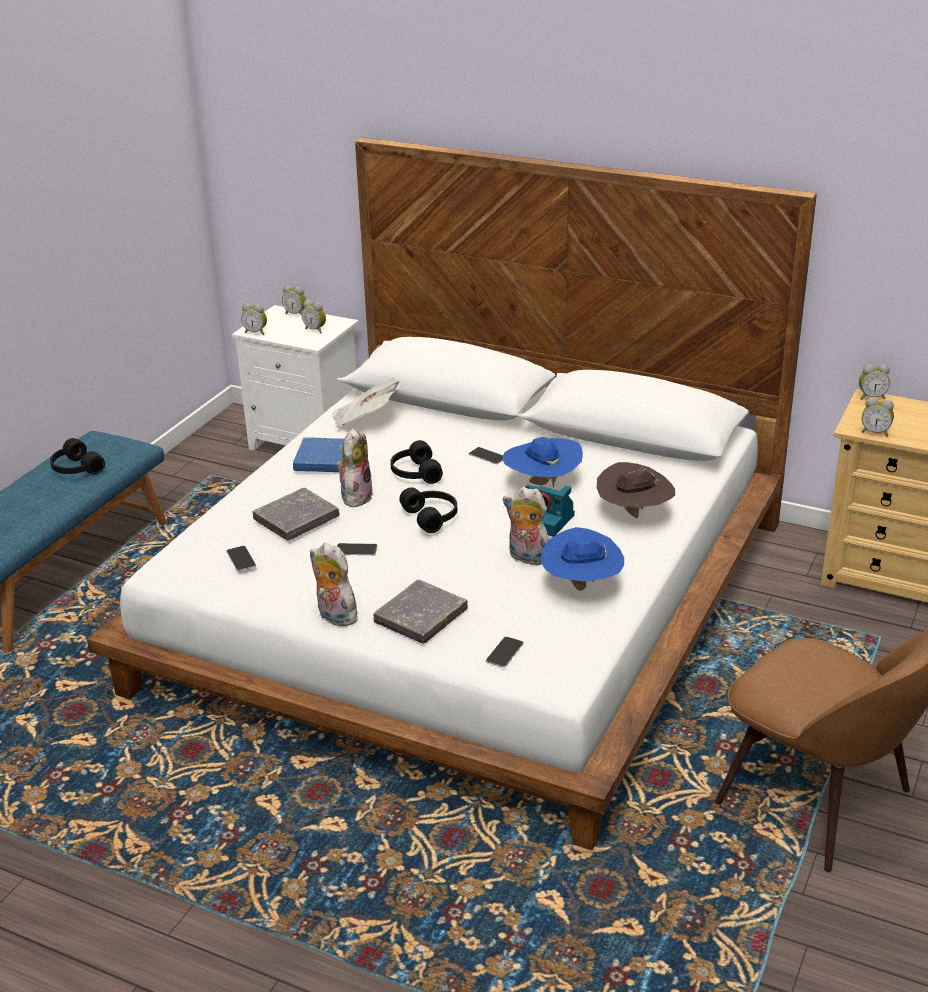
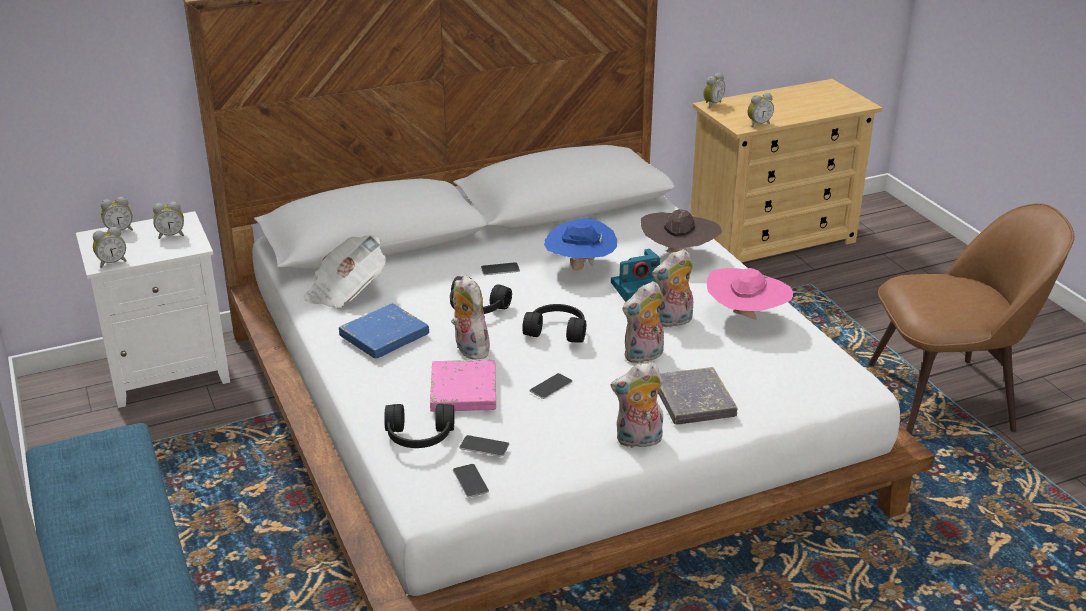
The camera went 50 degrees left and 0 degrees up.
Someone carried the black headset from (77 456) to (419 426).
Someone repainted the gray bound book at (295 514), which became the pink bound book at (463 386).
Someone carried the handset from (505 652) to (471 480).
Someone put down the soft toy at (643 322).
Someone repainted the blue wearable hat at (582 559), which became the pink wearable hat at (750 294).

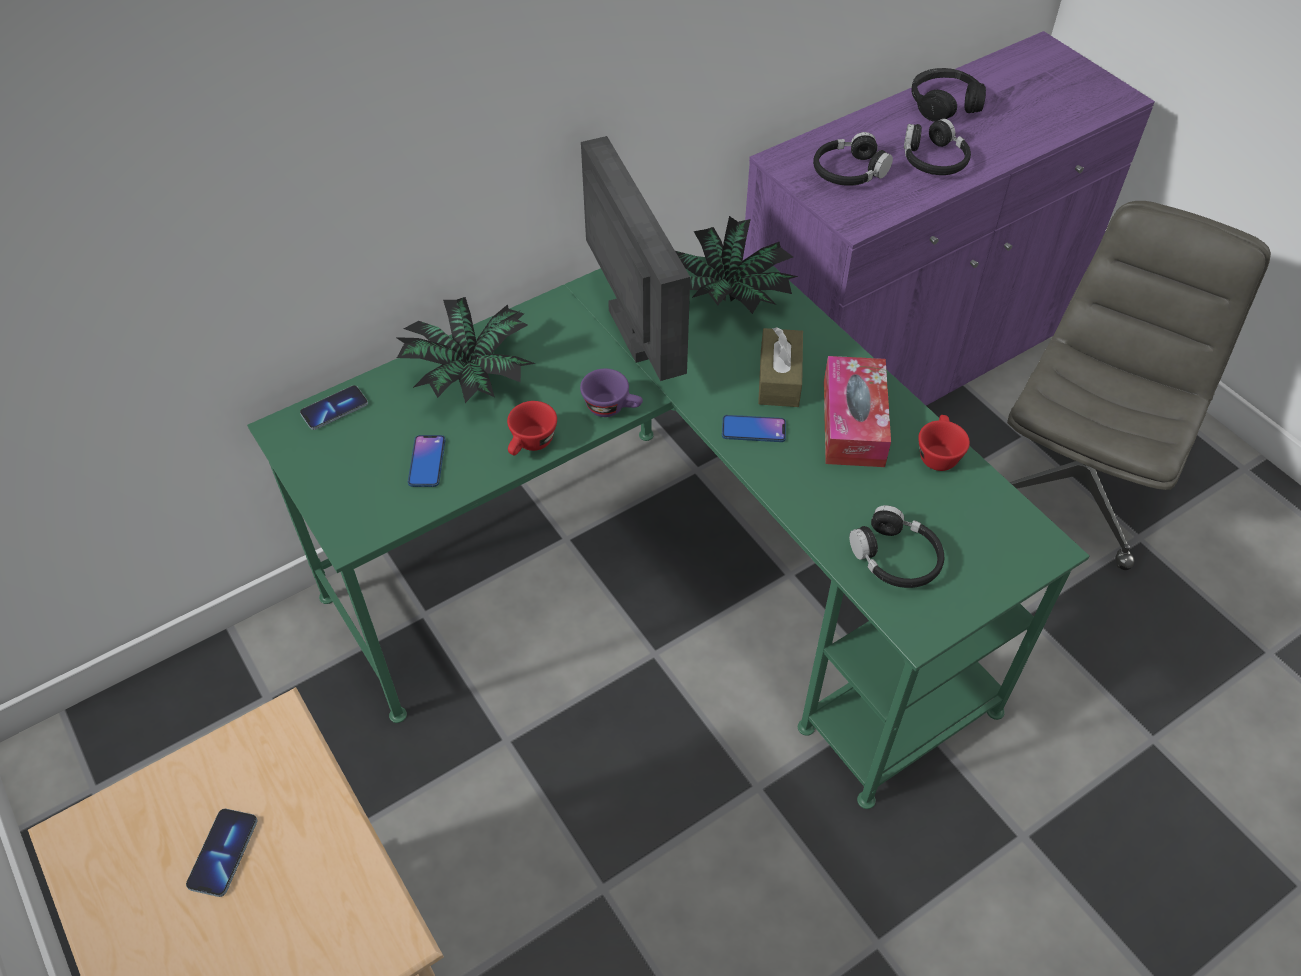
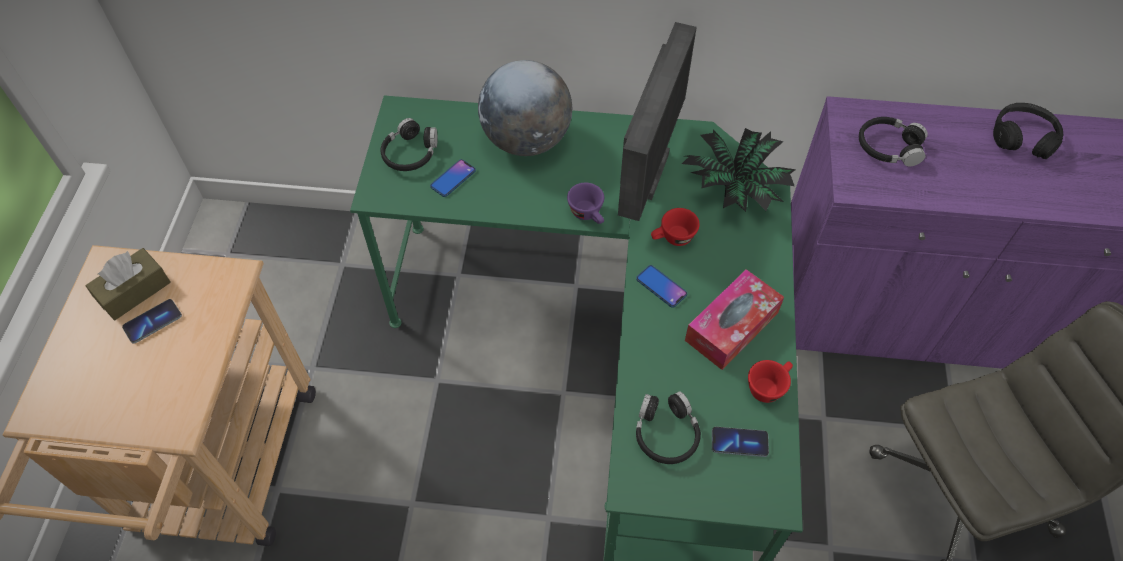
The camera went 40 degrees right and 5 degrees up.
Someone carried the brown box of tissues from (780 367) to (128 284).
Someone carried the black headset from (937 147) to (408 144).
Someone swapped the potted plant at (465 350) for the desk globe at (525 108).
Someone carried the red cup from (532 428) to (675 227).
Someone carried the handset from (334 407) to (740 442).

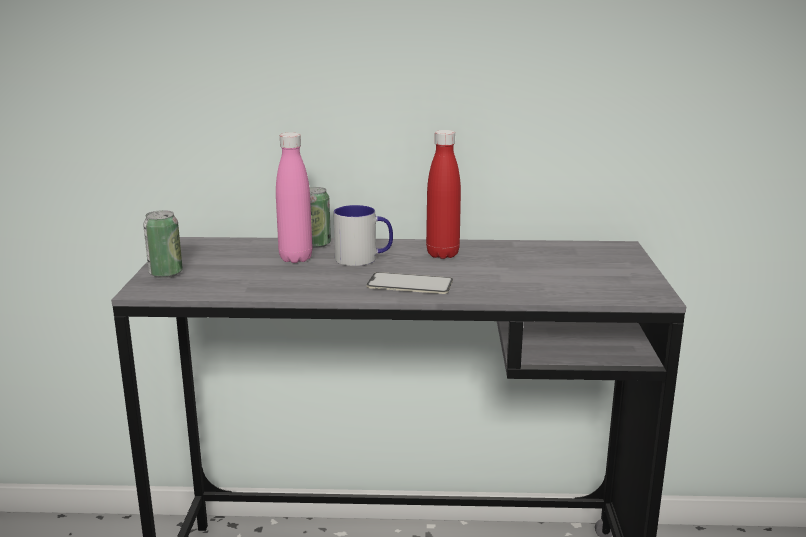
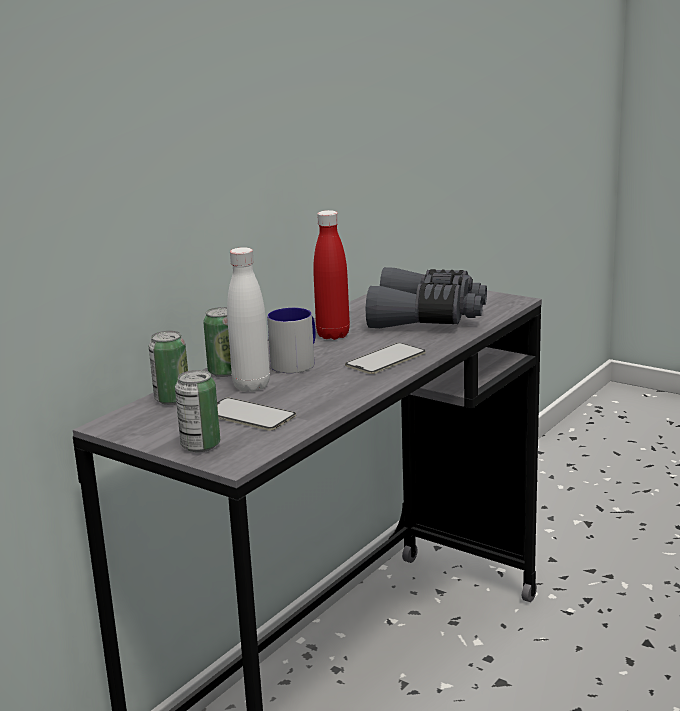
The camera went 55 degrees left and 0 degrees up.
Someone put down the can at (168 368).
Someone put down the handset at (256 414).
Someone repainted the pink drink bottle at (294 197), which became the white drink bottle at (248 319).
Someone put down the gray pair of binoculars at (426 297).

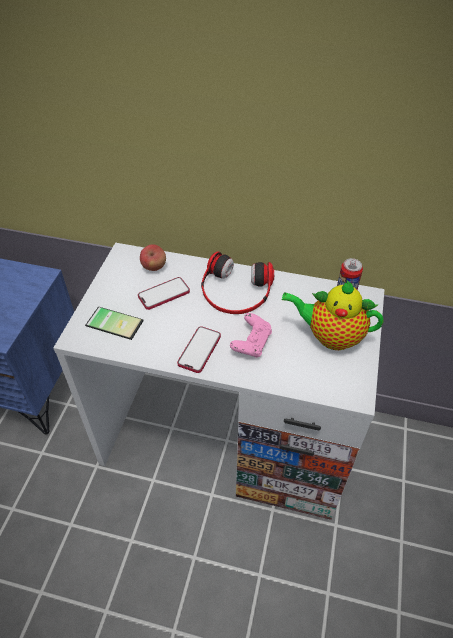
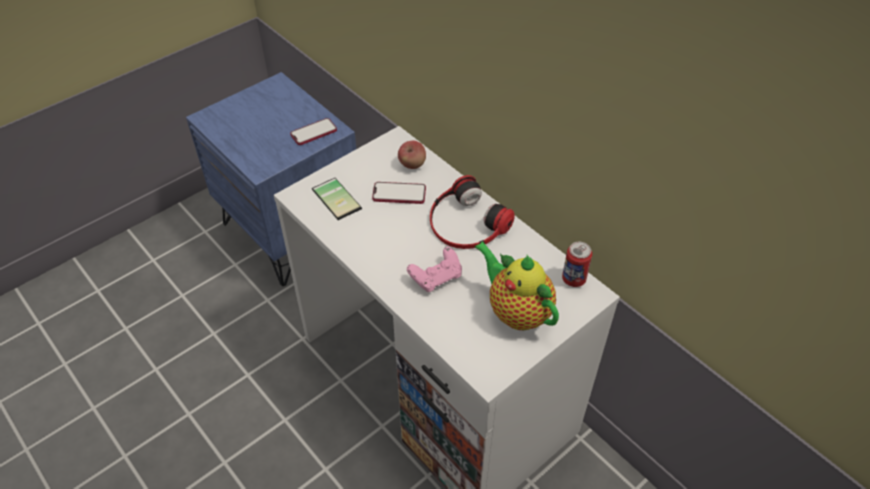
The camera went 35 degrees right and 0 degrees up.
Someone carried the handset from (199 349) to (313 131).

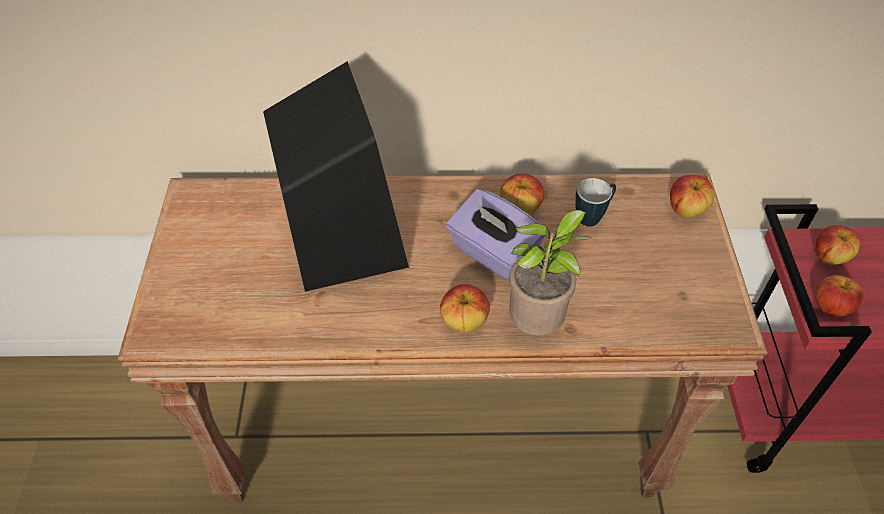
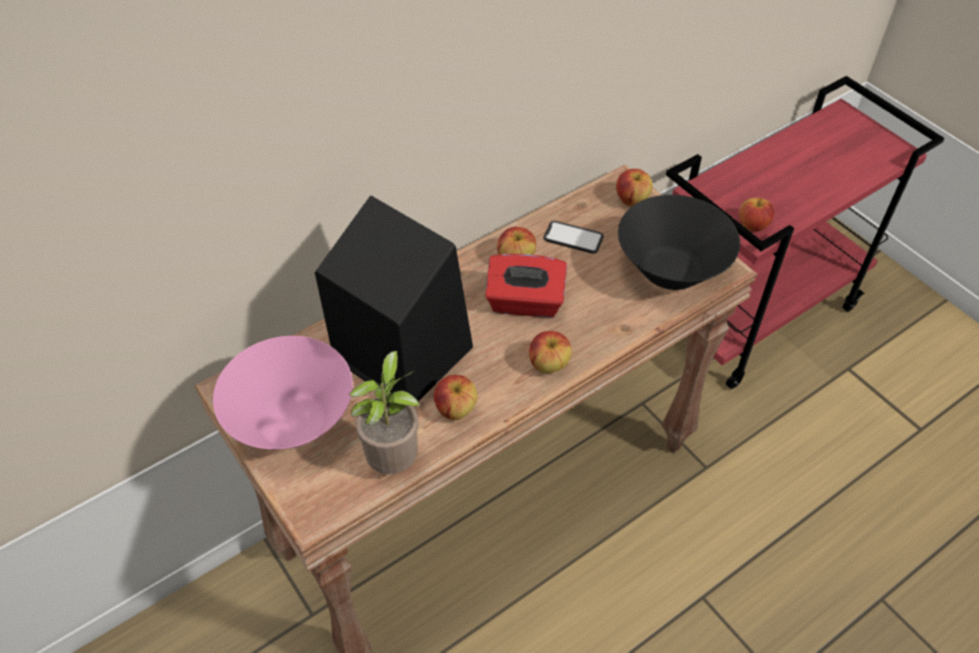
The camera went 35 degrees left and 0 degrees up.
Someone put down the pink deep dish at (283 393).
Someone carried the potted plant from (550 273) to (384 412).
Someone carried the whole apple from (838 245) to (455 397).
Someone repainted the purple-coloured box of tissues at (495 234), which became the red box of tissues at (526 285).
Someone swapped the mug at (595 202) for the handset at (573 237).
Someone put down the black deep dish at (679 242).

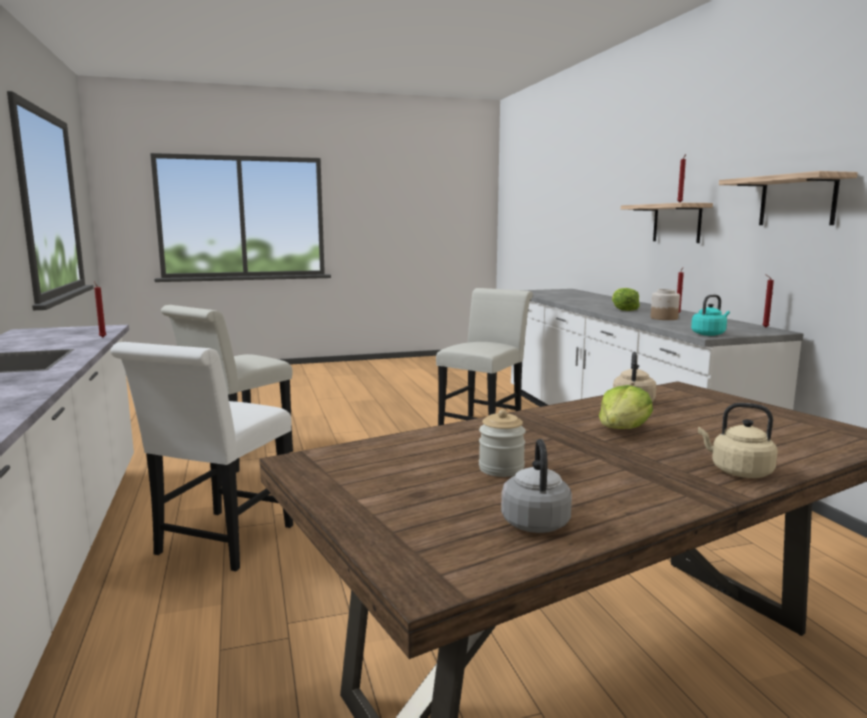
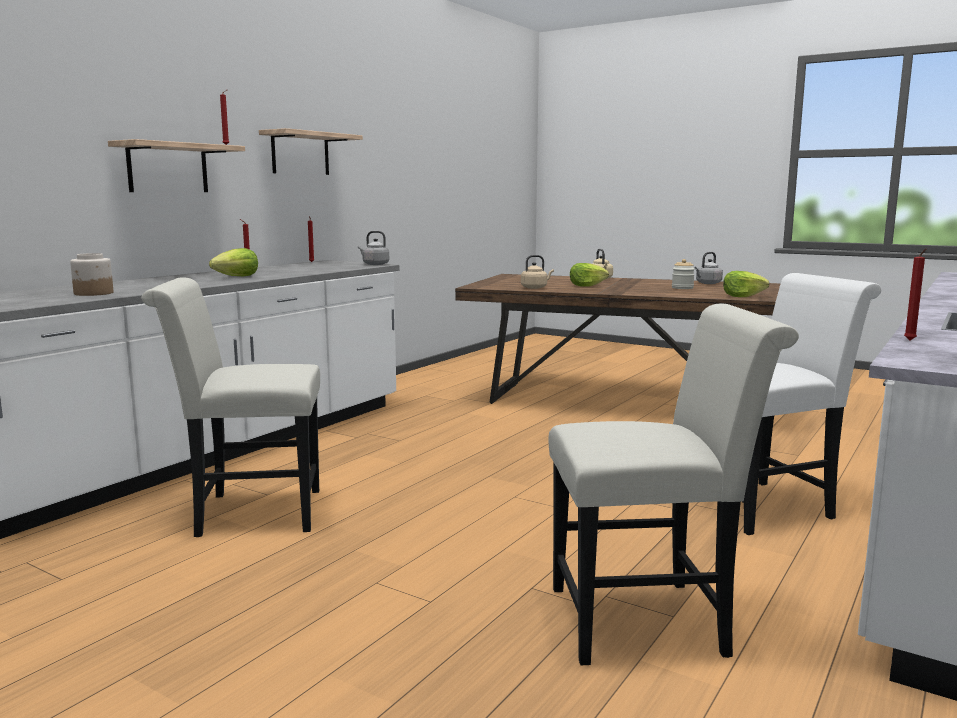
The camera went 130 degrees left and 0 degrees up.
Someone carried the jar from (665 304) to (91 274).
Someone repainted the blue-green kettle at (710 315), which became the gray kettle at (373 248).
Someone put down the head of lettuce at (746 284).

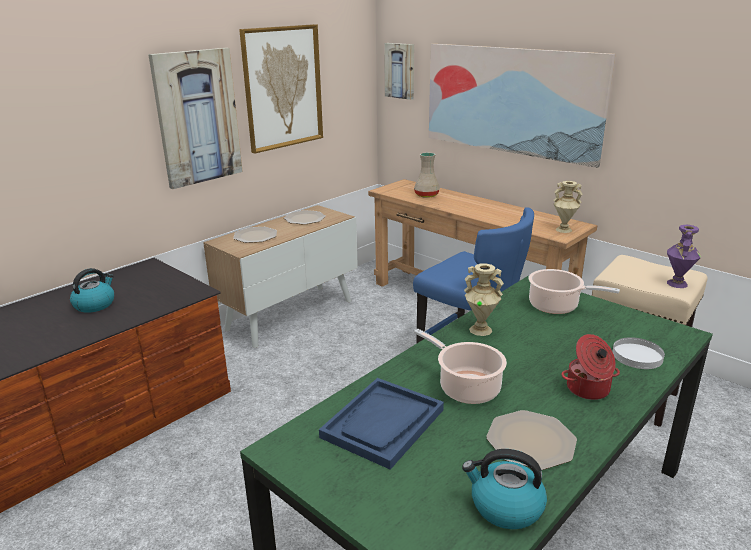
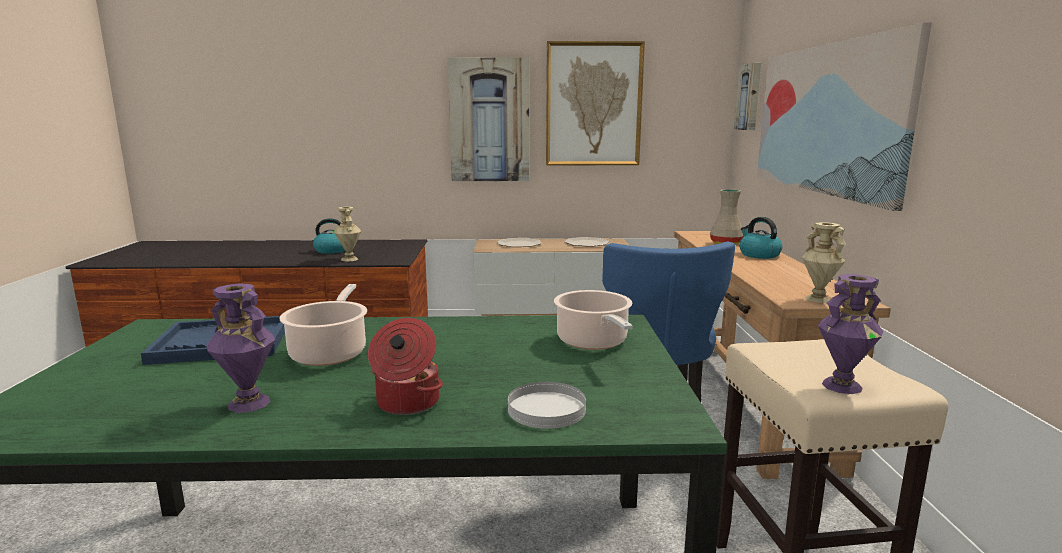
The camera went 45 degrees right and 10 degrees down.
Someone swapped the dinner plate at (531 440) for the purple-coloured vase at (241 348).
Someone carried the beige vase from (484 299) to (347 234).
Someone carried the kettle from (504 489) to (761 238).

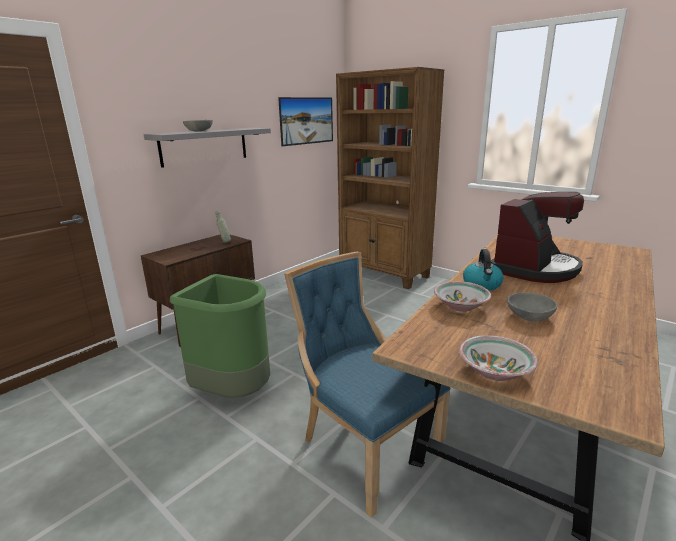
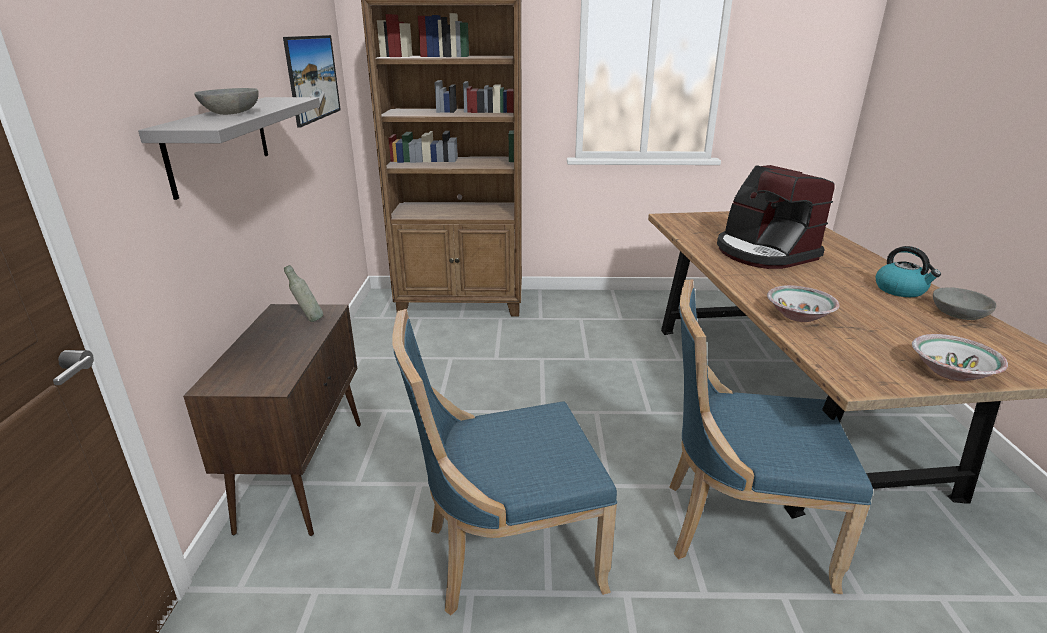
The camera went 40 degrees left and 5 degrees up.
Someone swapped the green-coloured trash can at (220 336) for the blue plain chair at (504 462).
Someone rotated the coffee brewer at (537 237) by 150 degrees clockwise.
Someone carried the kettle from (483 270) to (908 271).
Someone carried the gray deep dish from (532 307) to (965 303).

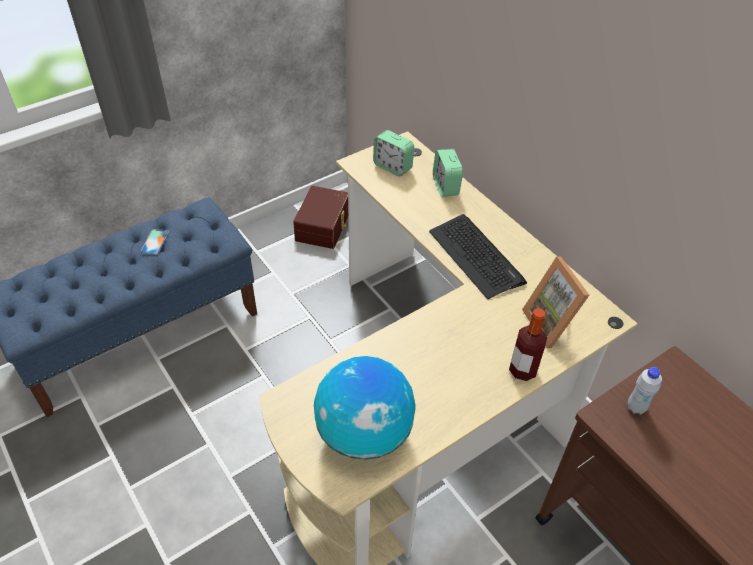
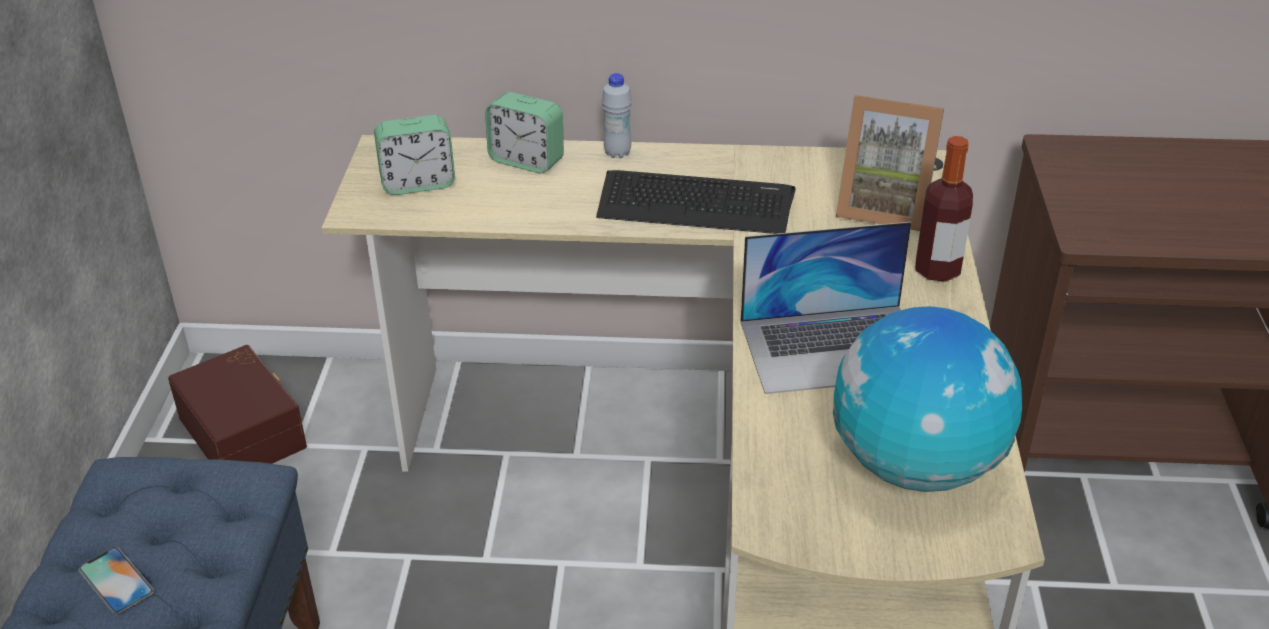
The camera went 50 degrees left and 10 degrees down.
Someone carried the white drink bottle from (644 391) to (617 115).
Someone put down the laptop at (825 308).

